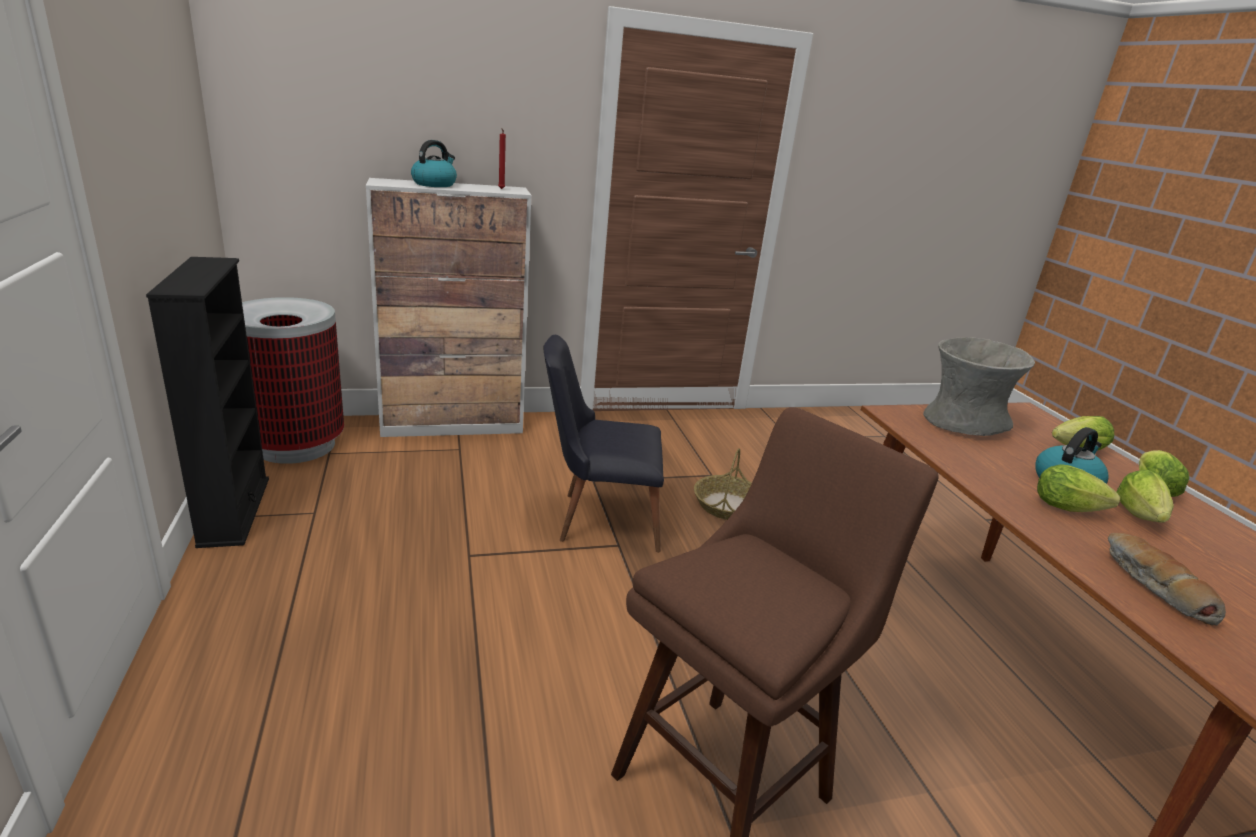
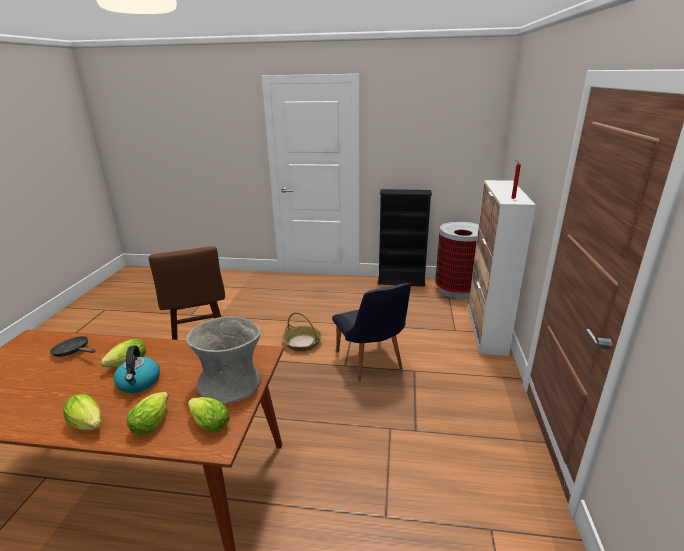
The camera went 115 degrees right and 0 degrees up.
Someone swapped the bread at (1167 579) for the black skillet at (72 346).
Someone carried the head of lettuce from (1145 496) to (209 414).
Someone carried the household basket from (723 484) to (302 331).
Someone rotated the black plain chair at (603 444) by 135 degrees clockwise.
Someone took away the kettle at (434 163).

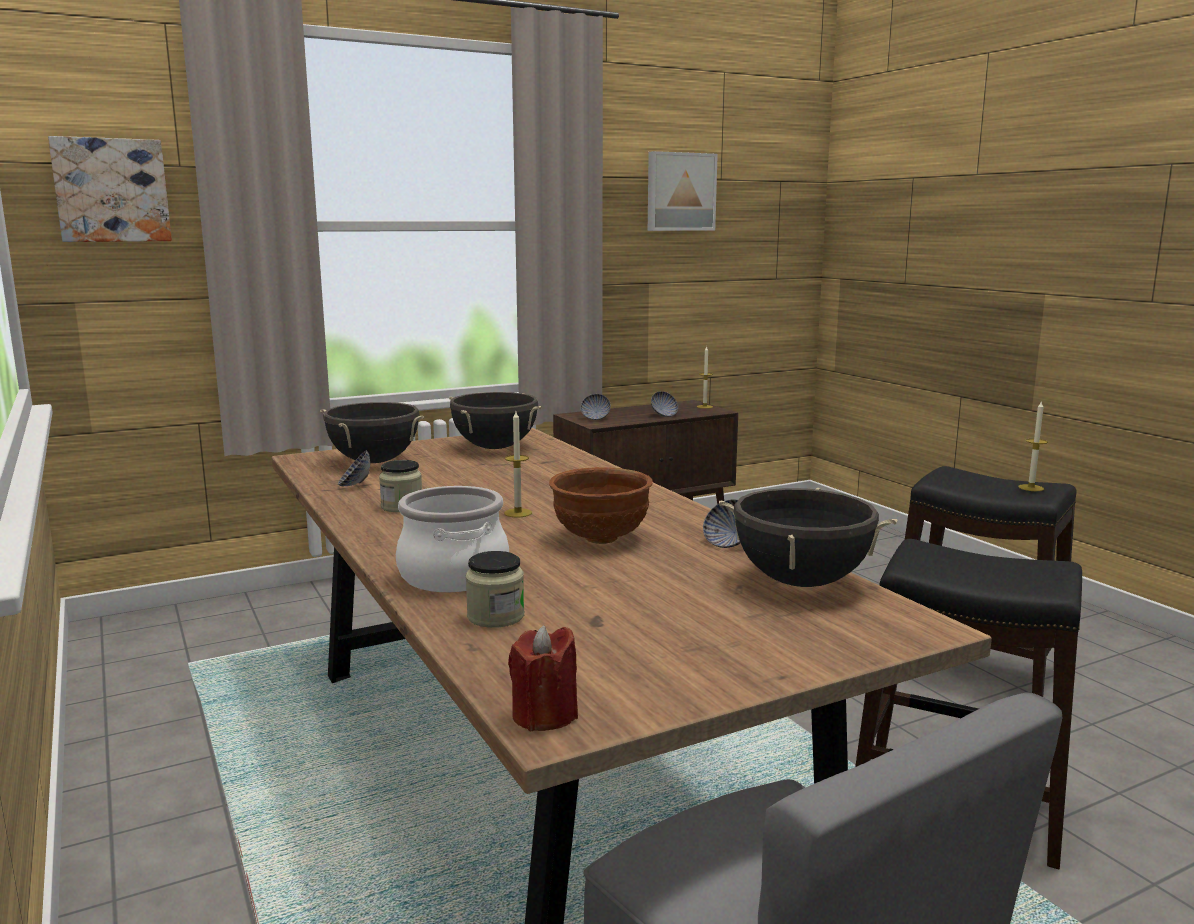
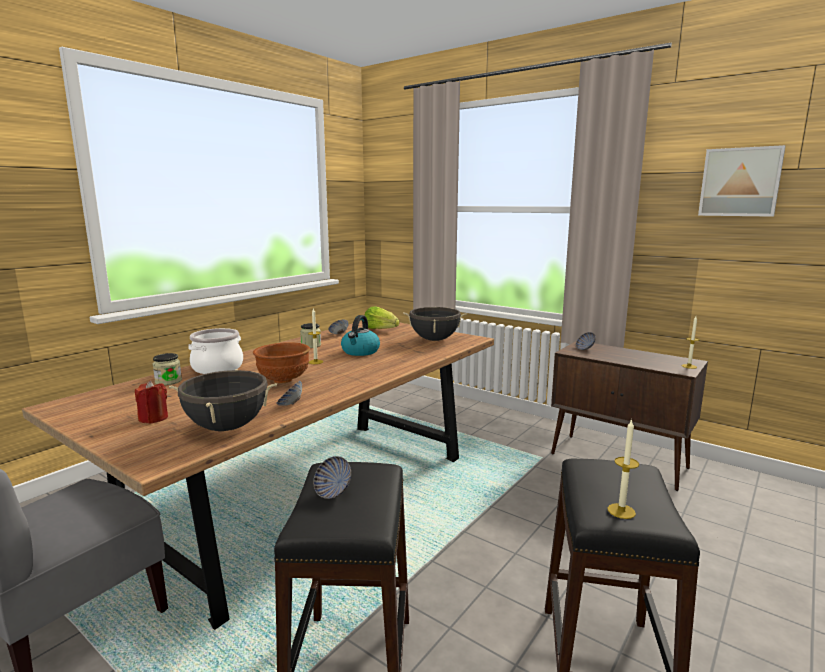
The camera went 65 degrees right and 0 degrees up.
Someone carried the red wax light from (543 678) to (151 402).
Someone carried the deep dish from (664 404) to (332 477).
Someone put down the kettle at (360 335).
Someone swapped the black saucepot at (372 432) for the head of lettuce at (381 318).
Someone took away the wall art at (110 189).

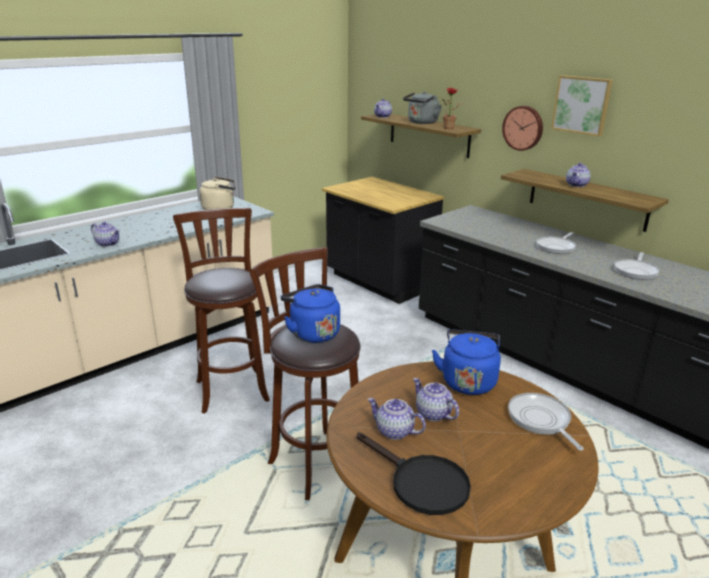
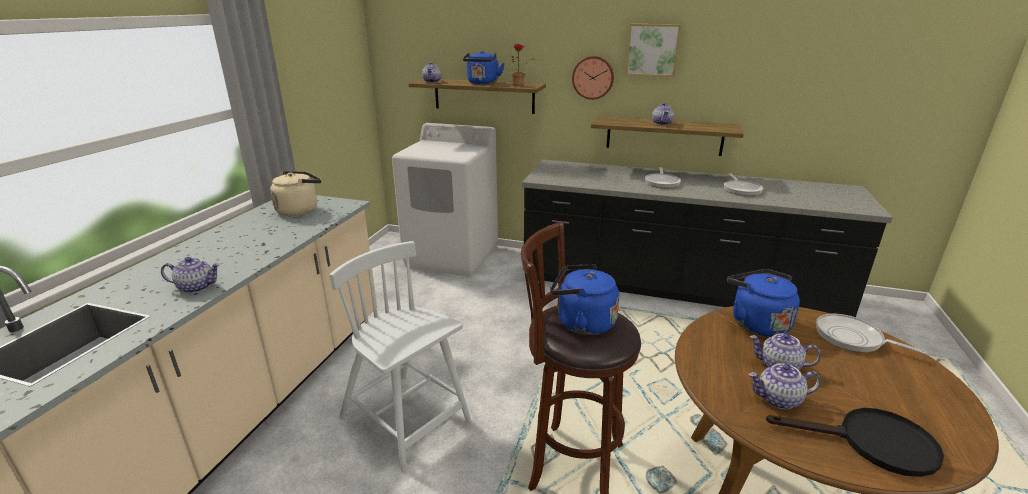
The camera went 30 degrees left and 0 degrees up.
Someone swapped the brown sitting stool at (221 311) for the white plain chair at (400 356).
Someone swapped the black counter at (383 240) for the white laundry machine at (445 200).
Someone repainted the gray kettle at (422 108), which became the blue kettle at (484 67).

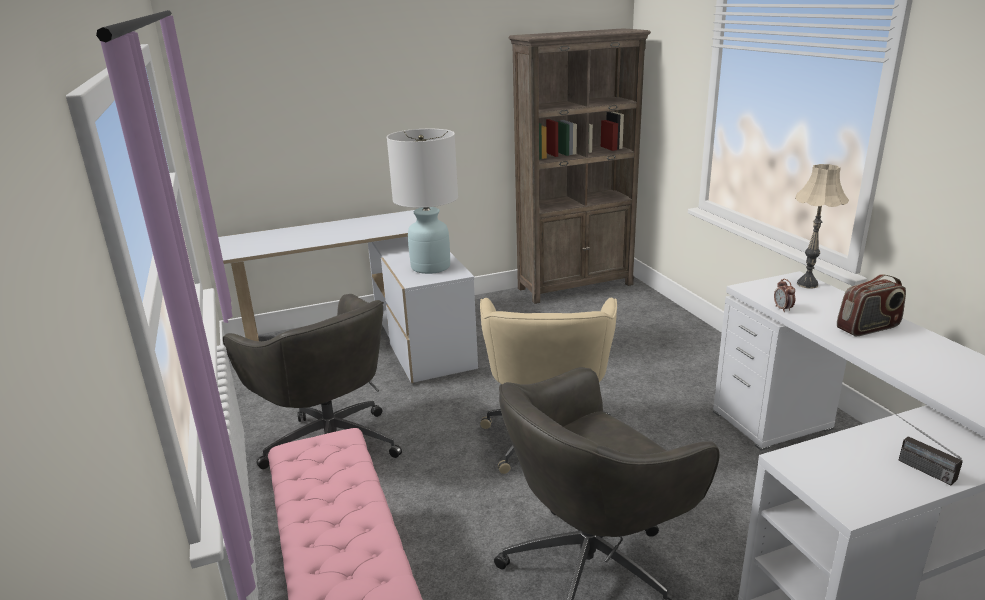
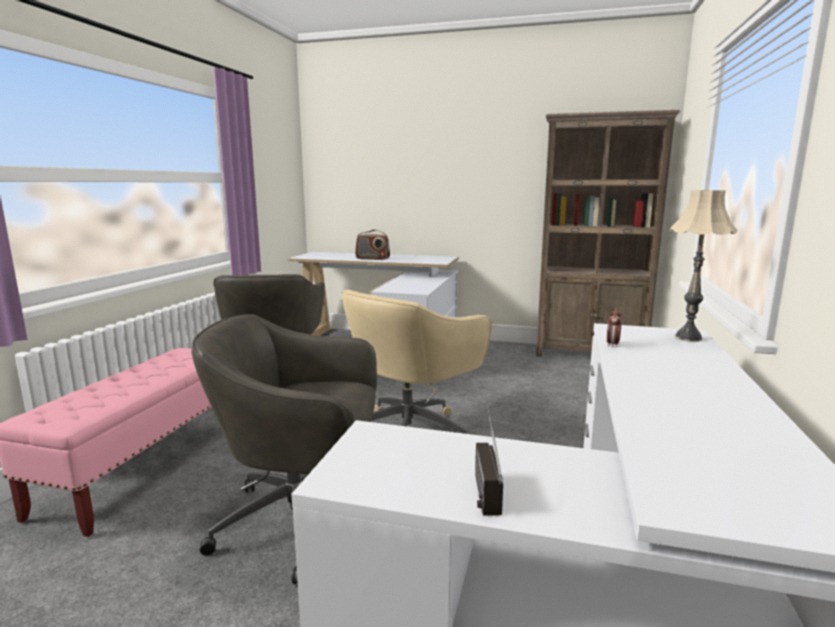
The camera went 35 degrees right and 10 degrees down.
Someone carried the radio receiver from (871 305) to (372 245).
Someone took away the white tabletop lamp at (422 201).

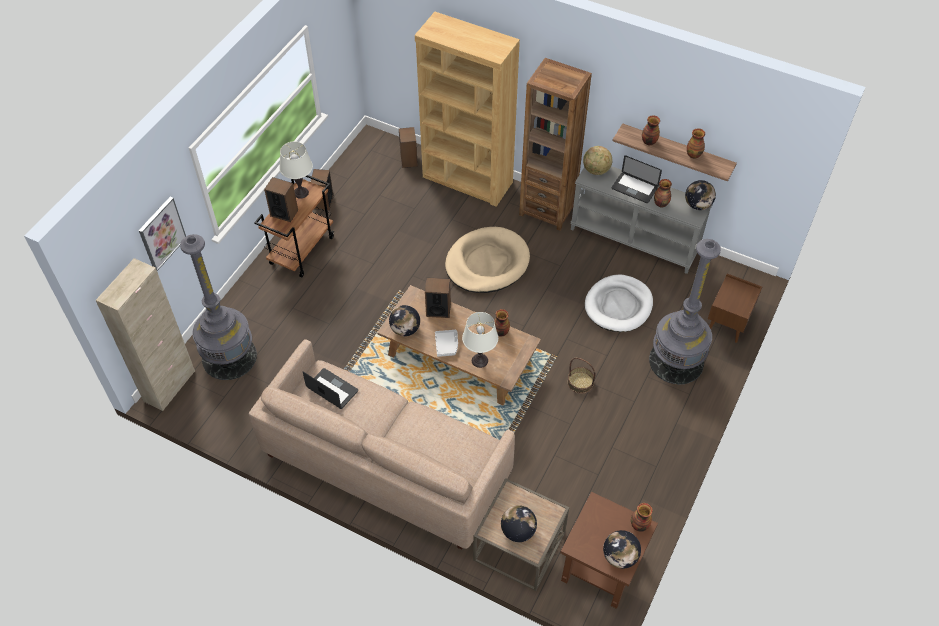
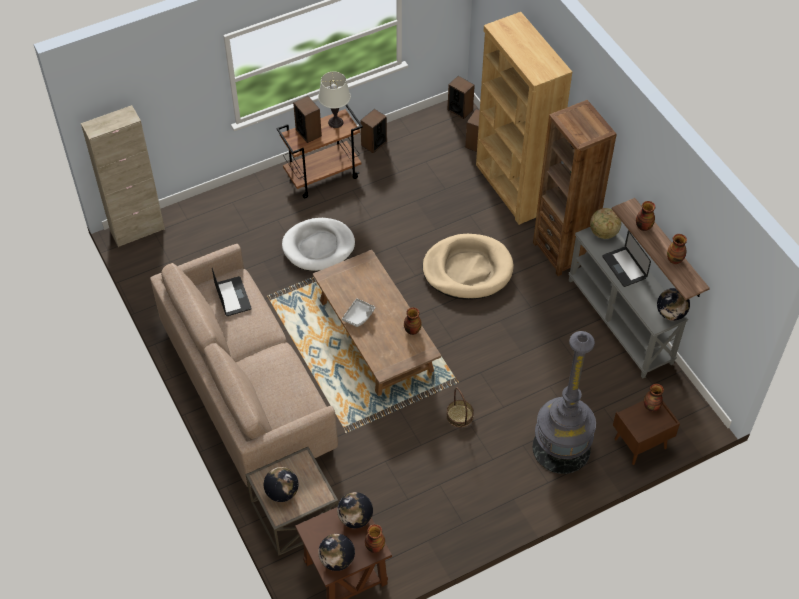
The camera went 35 degrees right and 0 degrees up.
Someone carried the white dog bed from (619 303) to (318 244).
Someone carried the desk globe from (404 320) to (355 510).
Someone carried the loudspeaker from (438 298) to (461 97).
Someone carried the vase from (663 193) to (654 398).
Someone took away the wall art at (162 234).
Someone took away the gray standing lamp at (218 307).
Someone took away the white tabletop lamp at (480 340).

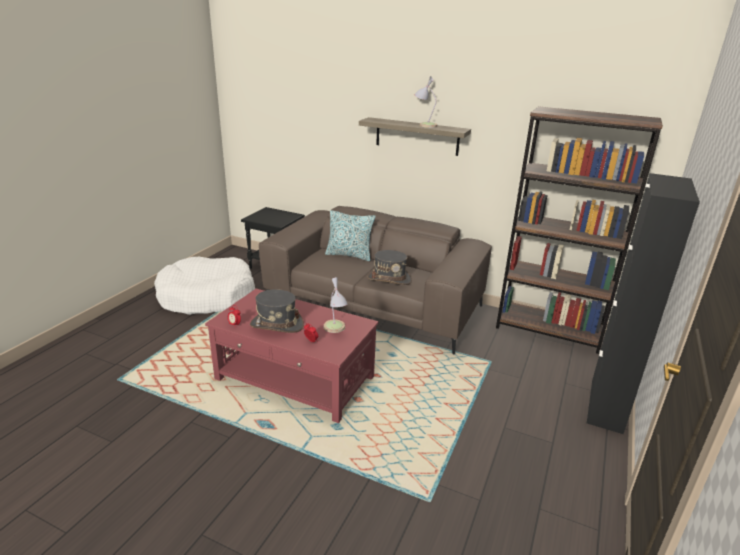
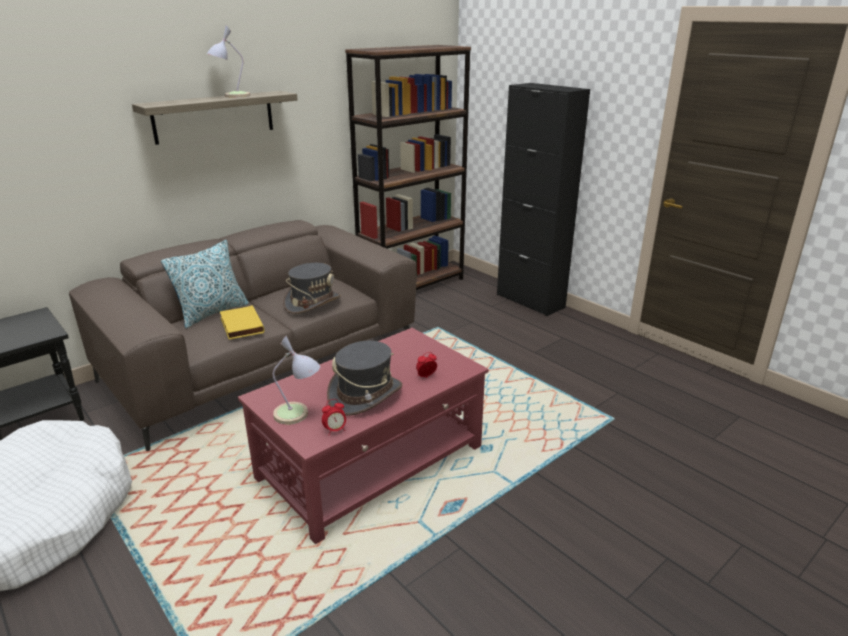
The camera went 65 degrees left and 0 degrees up.
Someone put down the yellowish bound book at (242 322).
Someone carried the tabletop lamp from (336 305) to (296 380).

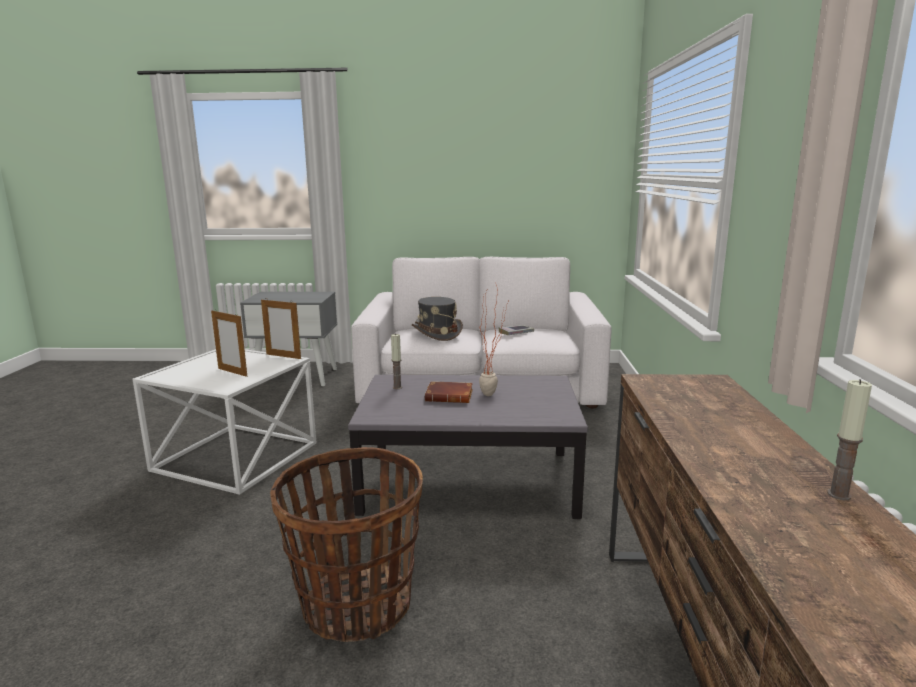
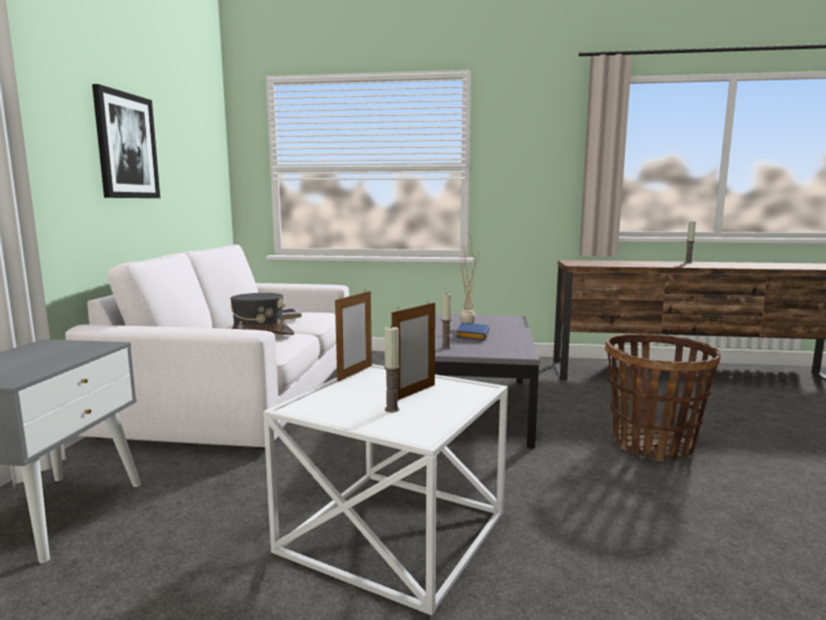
The camera went 85 degrees left and 5 degrees down.
Someone put up the wall art at (126 141).
Someone put down the wax light at (391 369).
Someone repainted the brown bound book at (449 392), which became the blue bound book at (473 331).

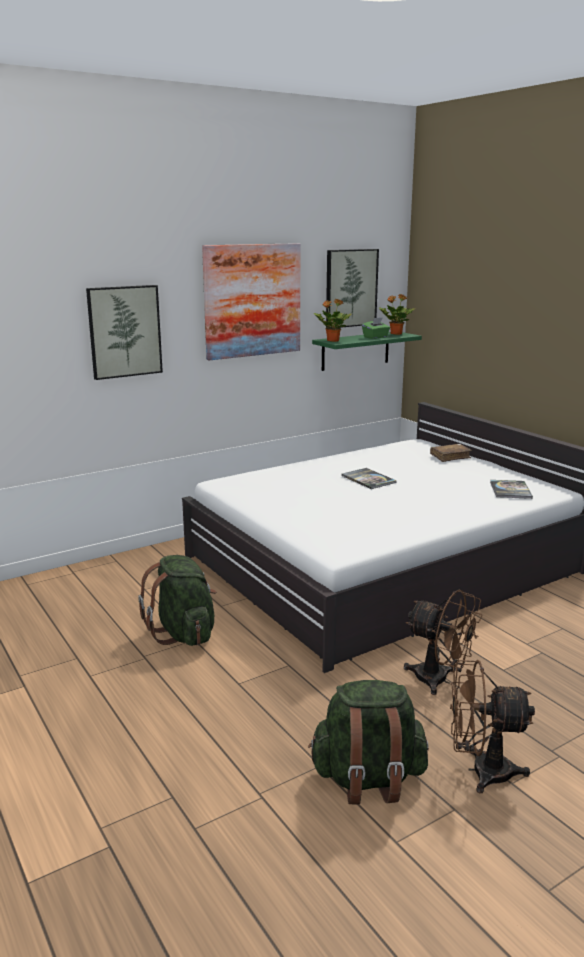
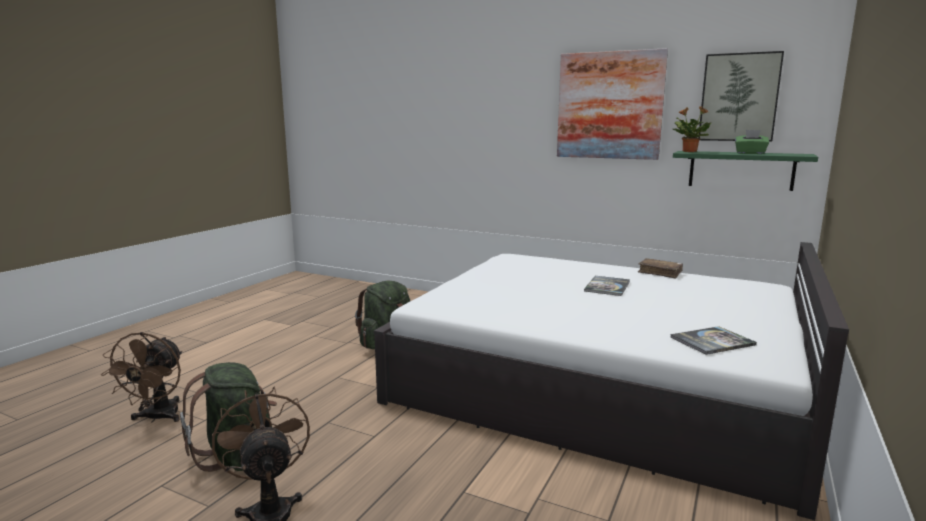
The camera went 60 degrees right and 5 degrees down.
Someone carried the brown cooling fan from (443 642) to (141 377).
Someone carried the brown bound book from (451 453) to (660 268).
Someone took away the wall art at (124 332).
Someone took away the potted plant at (397 314).

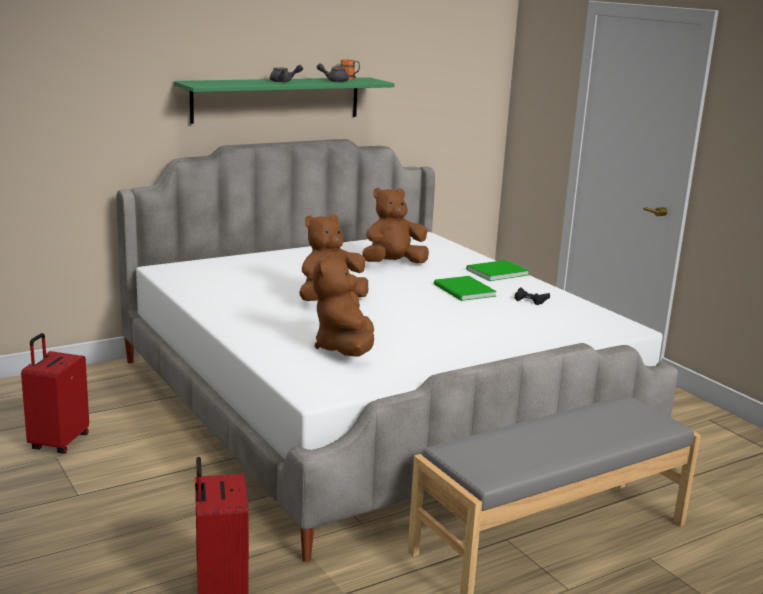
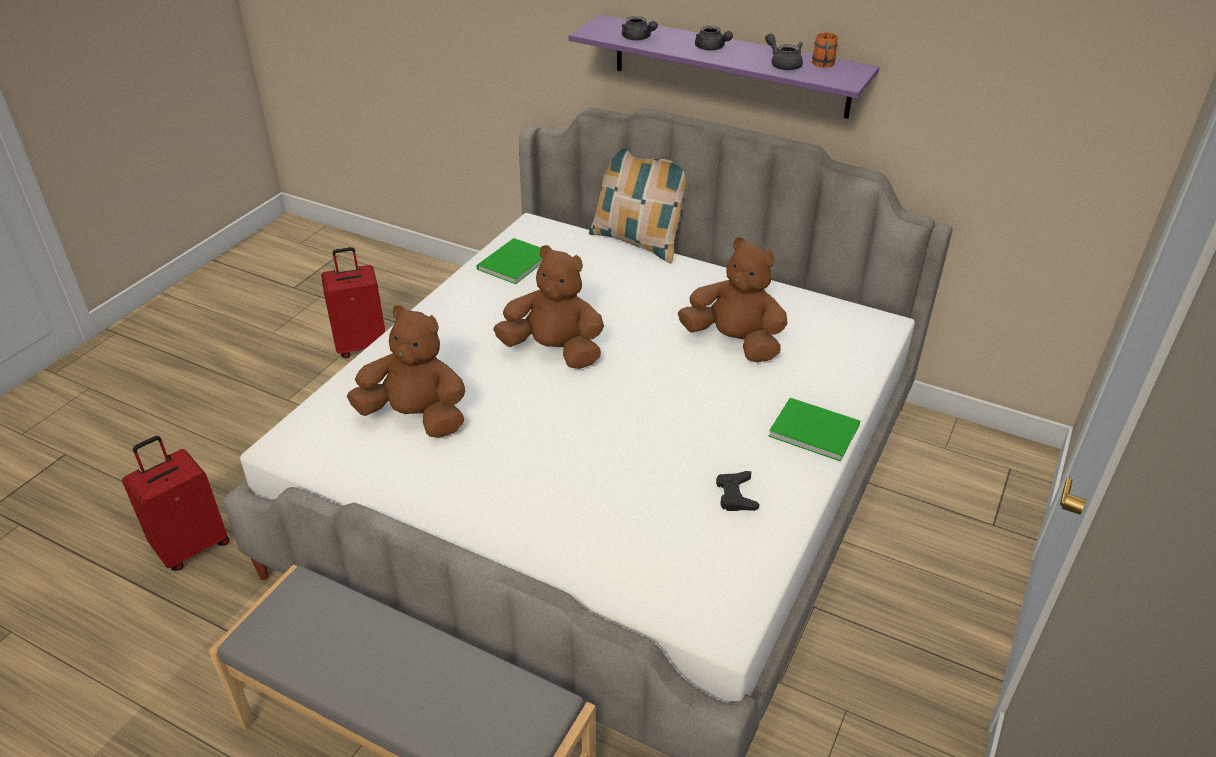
The camera went 60 degrees right and 20 degrees up.
Someone rotated the brown soft toy at (343 304) by 45 degrees clockwise.
Someone carried the green-coloured bound book from (465 288) to (509 261).
Someone repainted the green-coloured bracket shelf at (284 100), which became the purple-coloured bracket shelf at (724 67).
Someone put down the cushion at (637 205).
Someone put down the gray pot for tea at (640 28).

